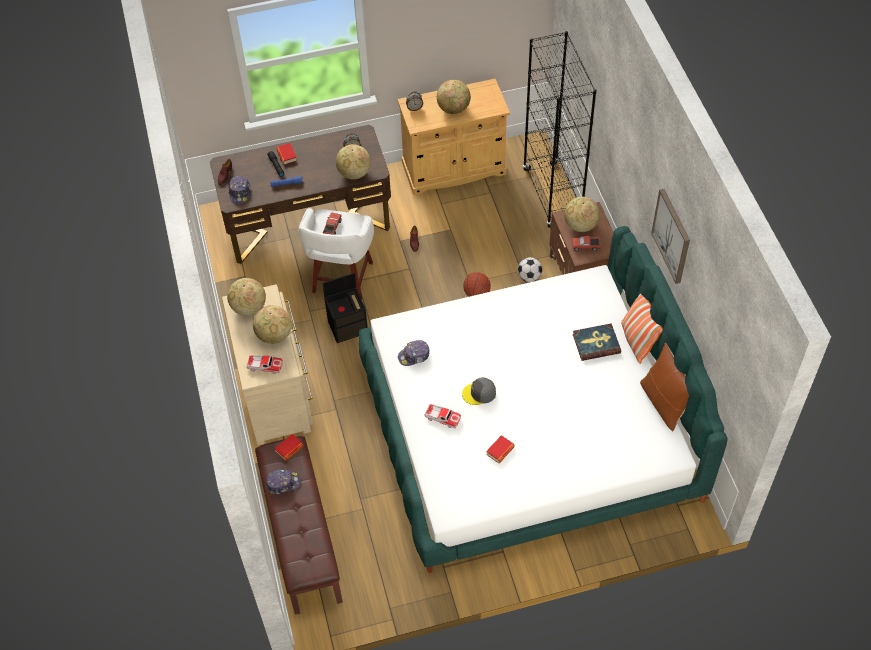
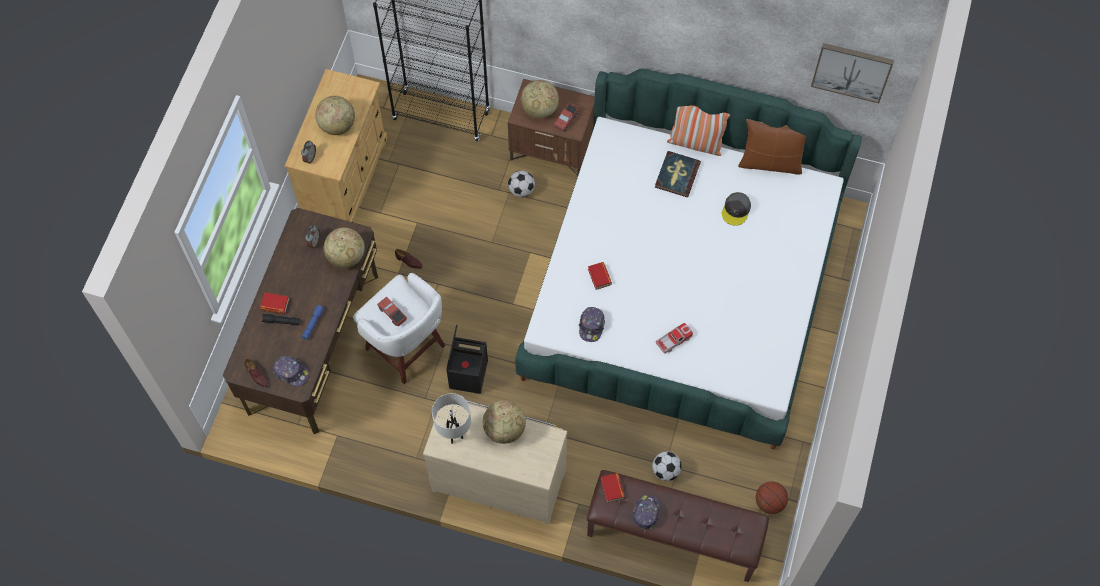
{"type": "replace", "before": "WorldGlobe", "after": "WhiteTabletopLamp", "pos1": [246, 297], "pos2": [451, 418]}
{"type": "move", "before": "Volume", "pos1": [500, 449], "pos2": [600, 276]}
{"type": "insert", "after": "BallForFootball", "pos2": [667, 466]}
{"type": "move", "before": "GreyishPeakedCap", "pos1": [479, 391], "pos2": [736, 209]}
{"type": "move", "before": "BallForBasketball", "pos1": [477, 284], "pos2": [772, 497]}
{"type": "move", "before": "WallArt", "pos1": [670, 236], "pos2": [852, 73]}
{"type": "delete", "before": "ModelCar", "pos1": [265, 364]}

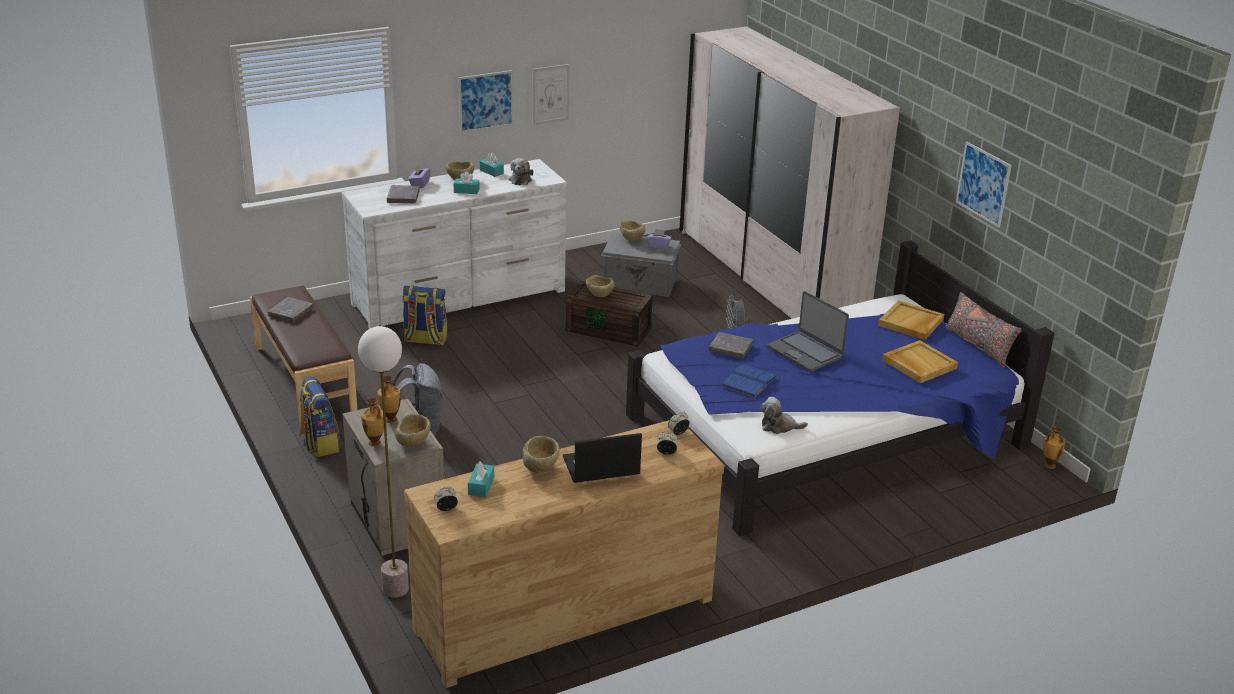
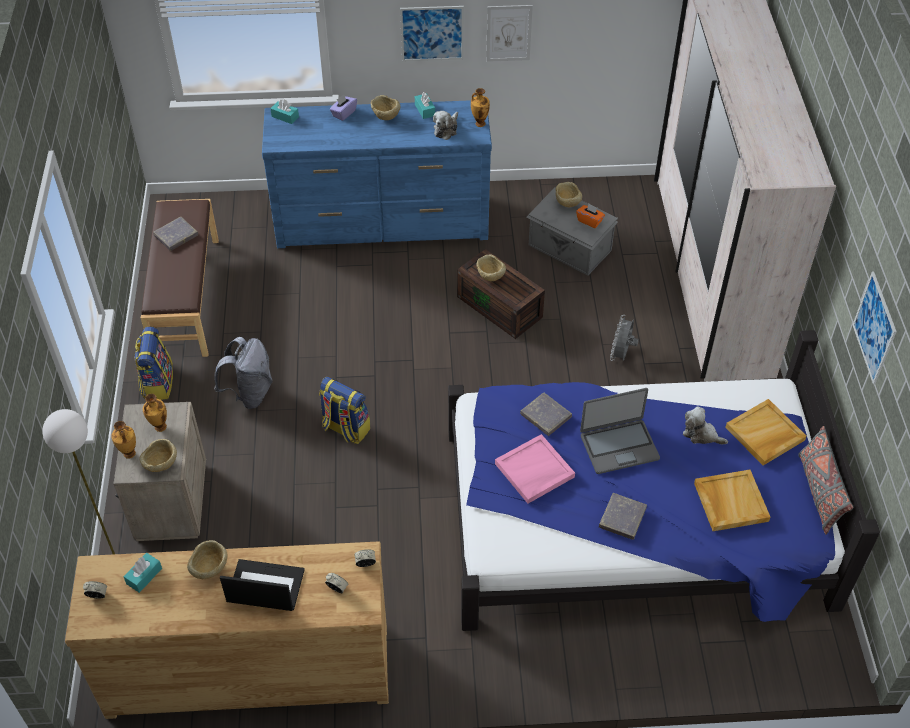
{"type": "recolor", "before": "WhiteDresser", "after": "BlueColouredDresser", "pos1": [454, 244], "pos2": [377, 174]}
{"type": "move", "before": "TurquoiseTissueBox", "pos1": [466, 183], "pos2": [284, 111]}
{"type": "move", "before": "Backpack", "pos1": [424, 315], "pos2": [344, 410]}
{"type": "move", "before": "Vase", "pos1": [1054, 447], "pos2": [480, 107]}
{"type": "replace", "before": "BlueColouredVolume", "after": "PinkishTray", "pos1": [749, 380], "pos2": [535, 468]}
{"type": "recolor", "before": "PurplishTissueBox", "after": "OrangeColouredTissueBox", "pos1": [659, 239], "pos2": [590, 215]}
{"type": "rotate", "before": "Laptop", "pos1": [808, 331], "pos2": [620, 431], "turn": -90}
{"type": "move", "before": "GreyishVolume", "pos1": [403, 194], "pos2": [623, 516]}
{"type": "move", "before": "SoftToy", "pos1": [784, 415], "pos2": [705, 425]}

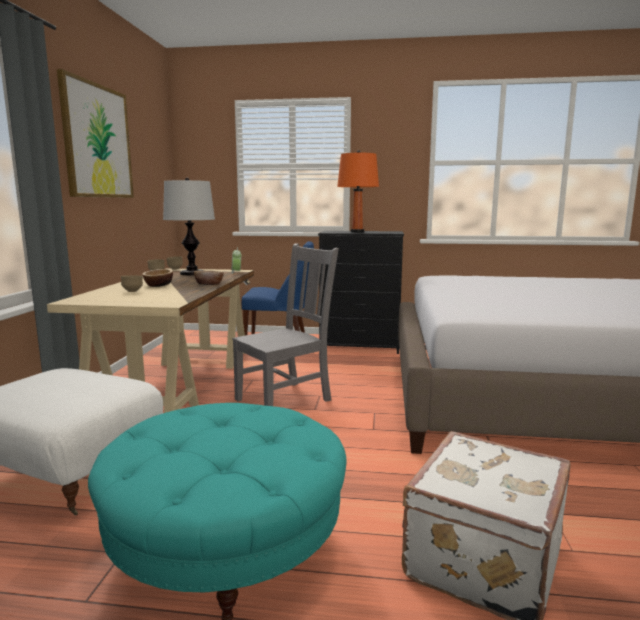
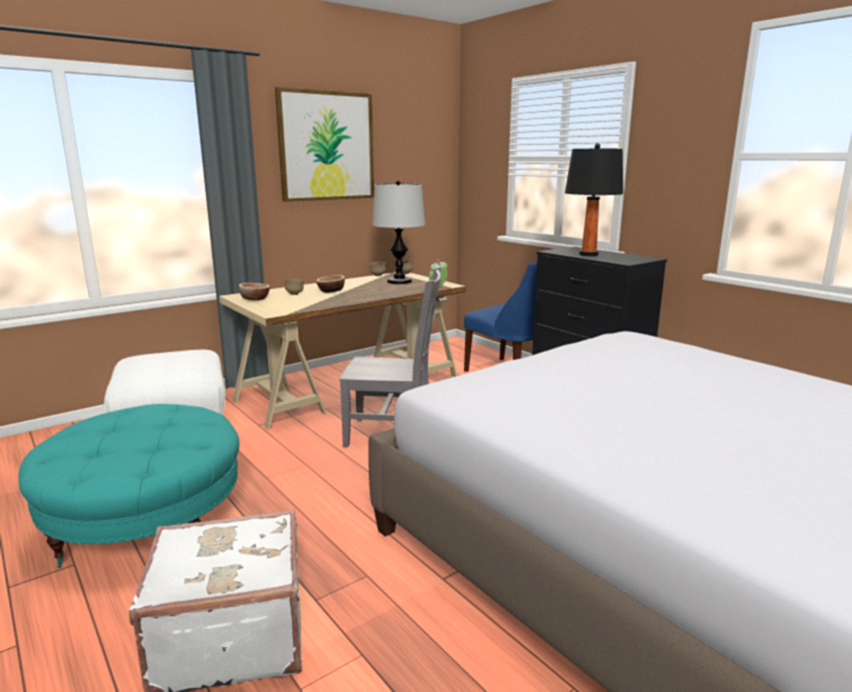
{"type": "move", "before": "ServingBowl", "pos1": [209, 278], "pos2": [254, 291]}
{"type": "recolor", "before": "OrangeColouredTabletopLamp", "after": "BlackColouredTabletopLamp", "pos1": [358, 191], "pos2": [594, 199]}

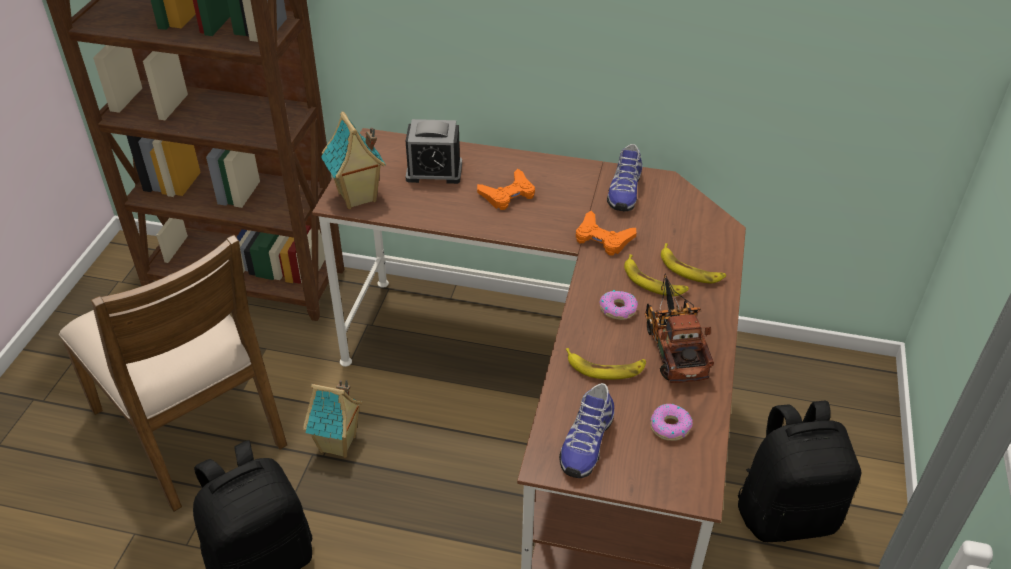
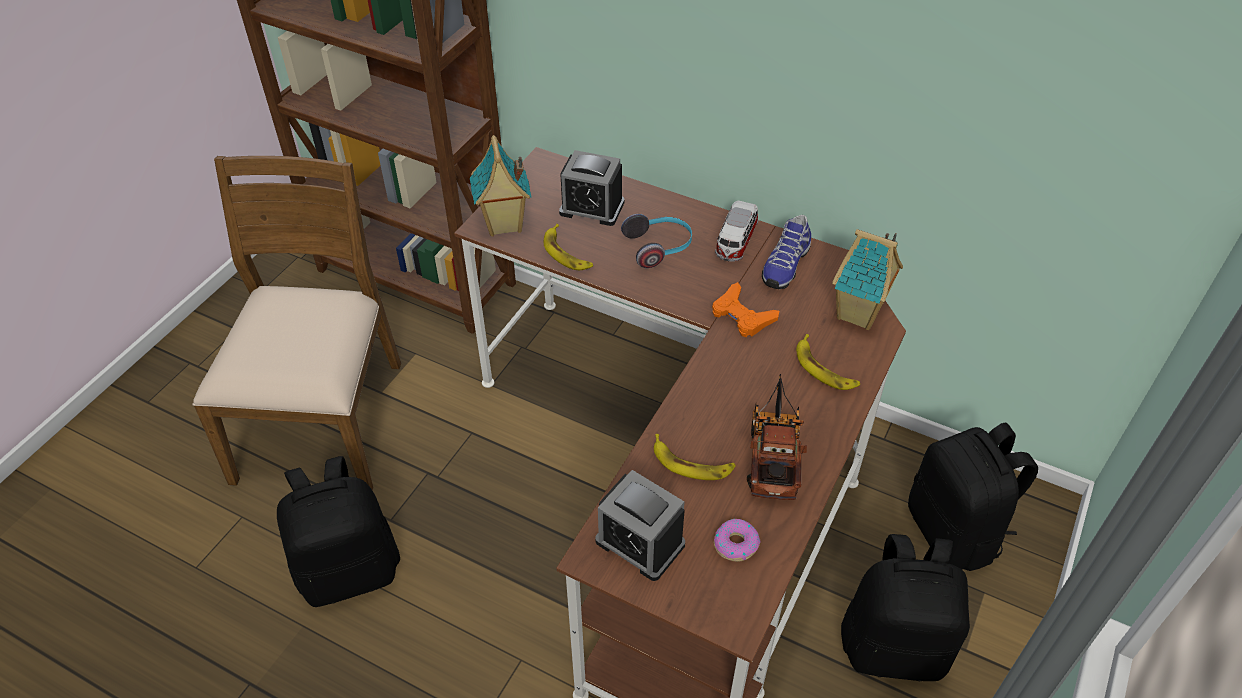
{"type": "rotate", "before": "BrownishChair", "pos1": [173, 373], "pos2": [296, 323], "turn": -150}
{"type": "move", "before": "Banana", "pos1": [656, 275], "pos2": [568, 247]}
{"type": "replace", "before": "ItemOfFootwear", "after": "BedsideClock", "pos1": [586, 430], "pos2": [640, 525]}
{"type": "replace", "before": "OrangeColouredGamepad", "after": "Headset", "pos1": [506, 189], "pos2": [656, 241]}
{"type": "insert", "after": "ModelCar", "pos2": [736, 231]}
{"type": "move", "before": "ToyHouse", "pos1": [332, 419], "pos2": [867, 279]}
{"type": "insert", "after": "BlackColouredBackpack", "pos2": [973, 497]}
{"type": "delete", "before": "Donut", "pos1": [618, 305]}

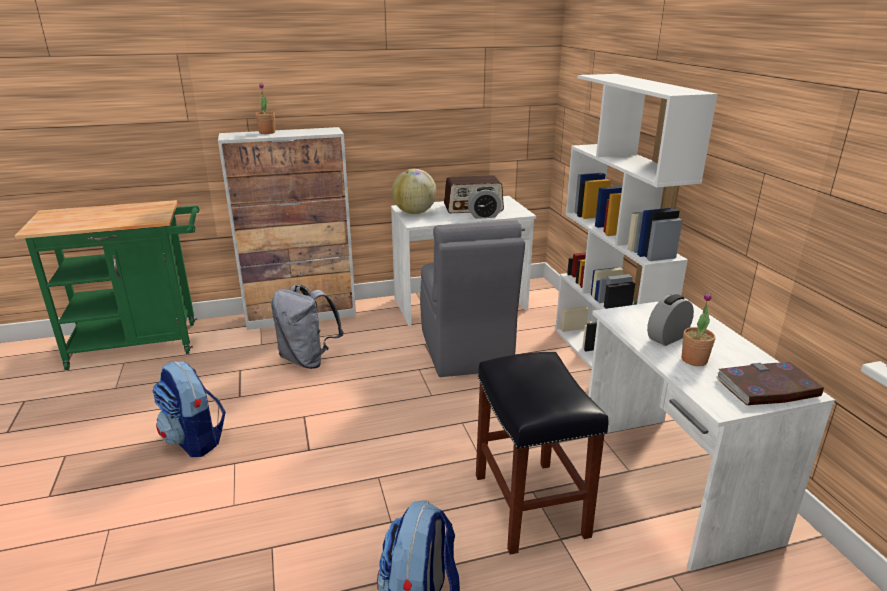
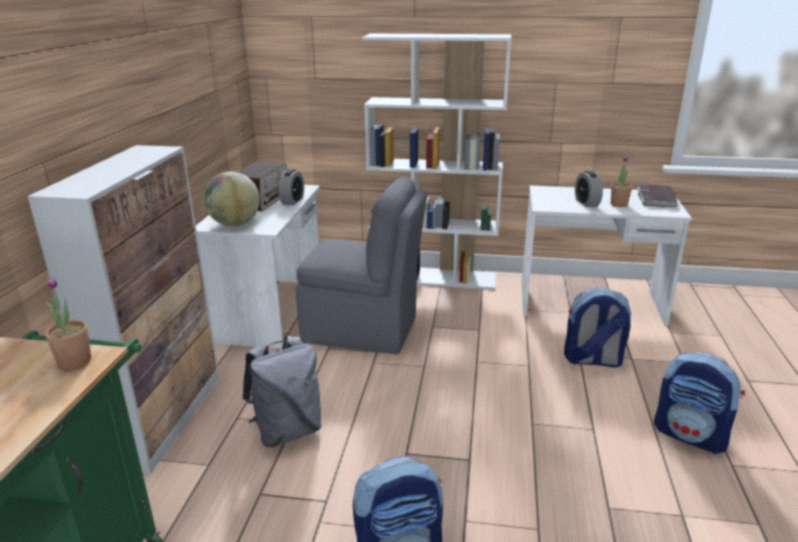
{"type": "move", "before": "Houseplant", "pos1": [265, 108], "pos2": [68, 323]}
{"type": "replace", "before": "BlackColouredSittingStool", "after": "Backpack", "pos1": [542, 453], "pos2": [597, 328]}

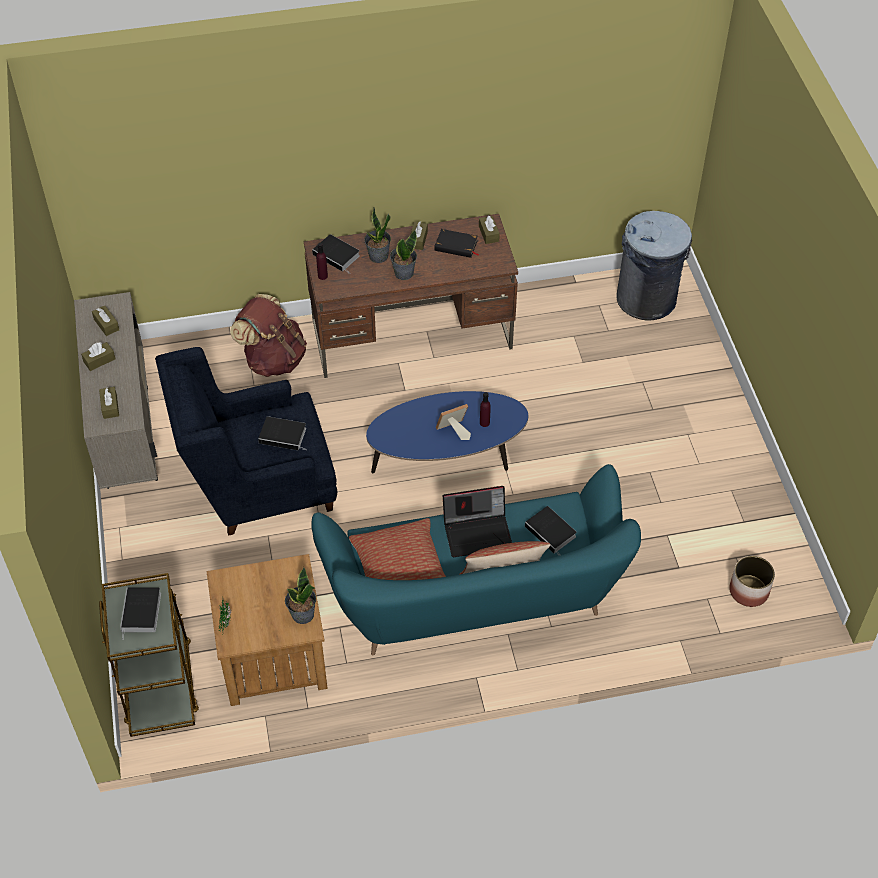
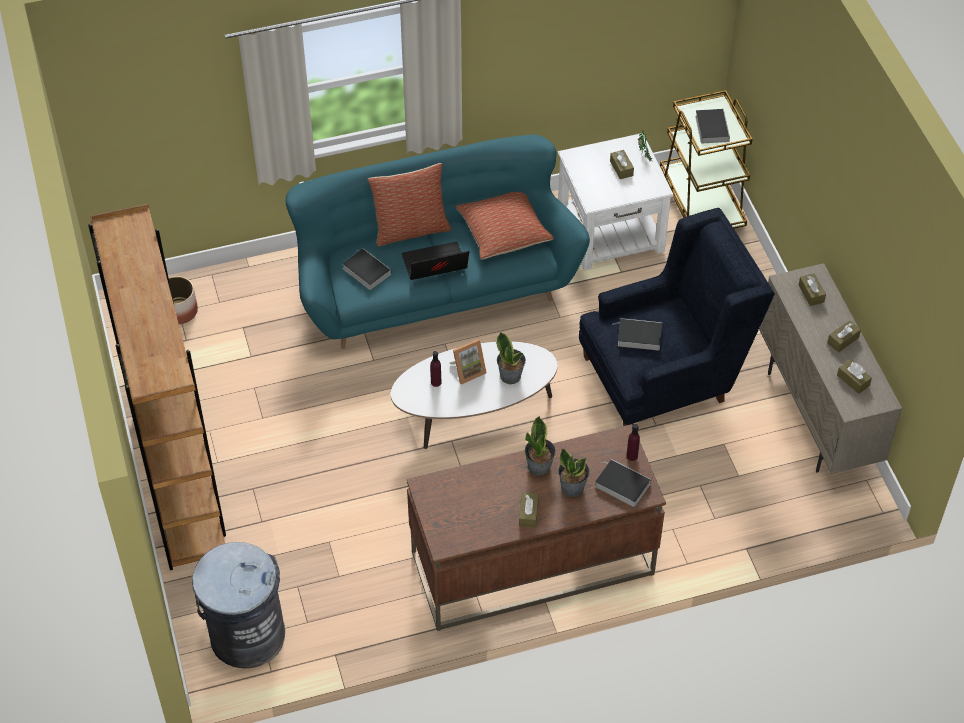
{"type": "insert", "after": "BrownishBookcase", "pos2": [157, 387]}
{"type": "recolor", "before": "BlueColouredCoffeeTable", "after": "WhiteCoffeeTable", "pos1": [447, 432], "pos2": [474, 395]}
{"type": "move", "before": "Houseplant", "pos1": [300, 595], "pos2": [511, 358]}
{"type": "recolor", "before": "BrownishAccentTable", "after": "WhiteAccentTable", "pos1": [267, 630], "pos2": [615, 201]}
{"type": "move", "before": "BrownishTissueBox", "pos1": [489, 229], "pos2": [622, 164]}
{"type": "delete", "before": "BrownishBackpack", "pos1": [268, 335]}
{"type": "delete", "before": "BlackColouredVolume", "pos1": [456, 243]}

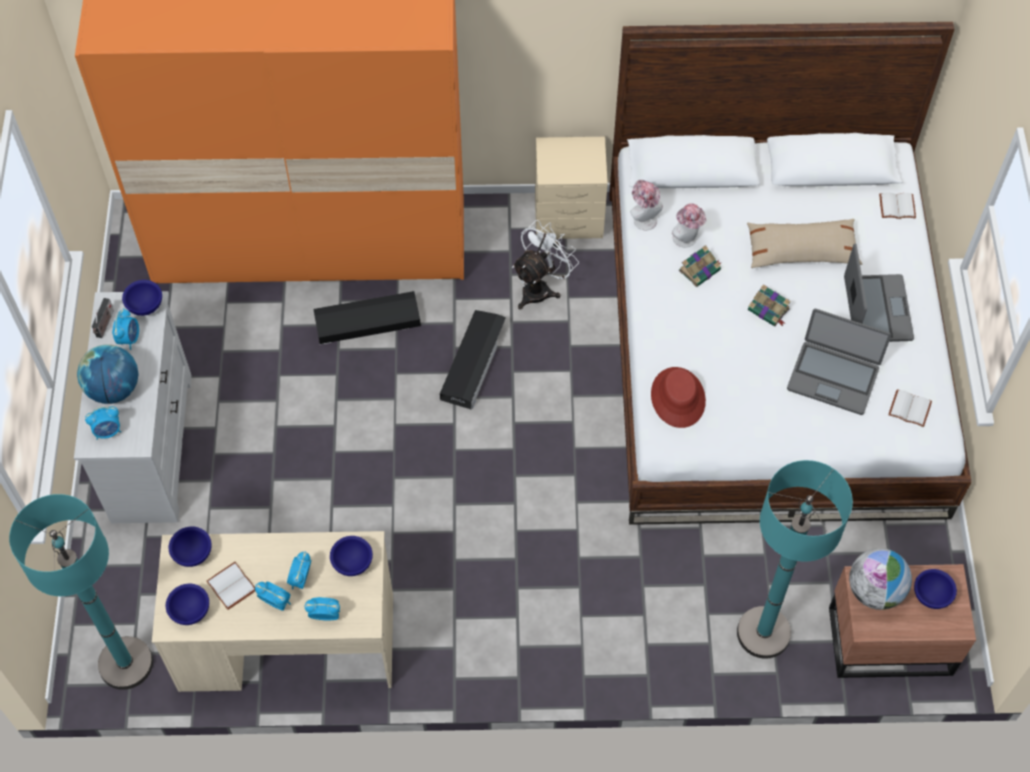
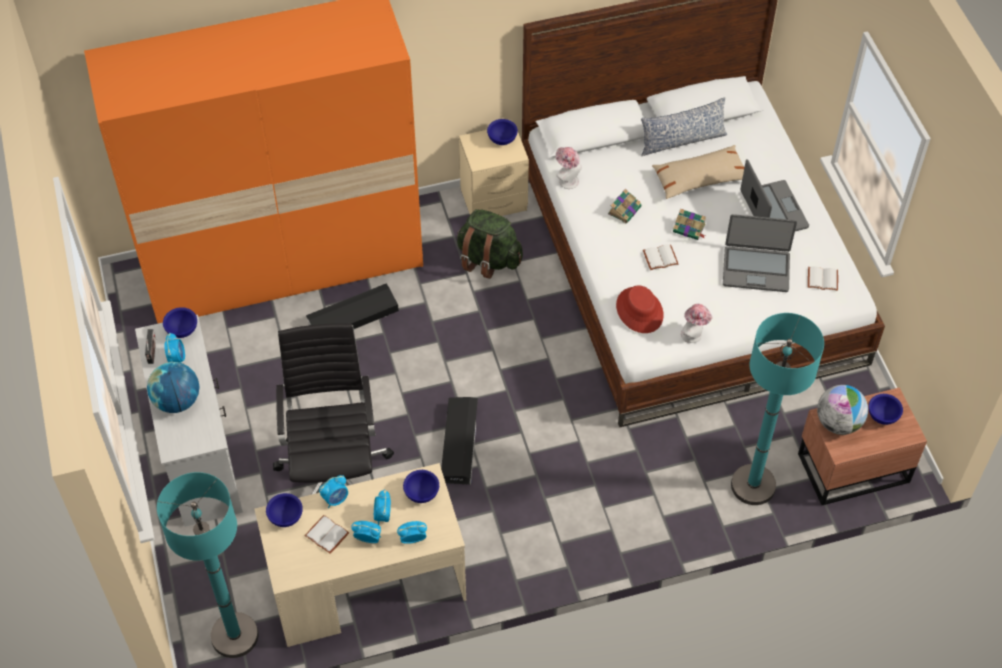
{"type": "insert", "after": "BlackColouredDeskChair", "pos2": [333, 409]}
{"type": "move", "before": "BedsideClock", "pos1": [103, 423], "pos2": [333, 491]}
{"type": "move", "before": "BlackColouredStorageBin", "pos1": [473, 360], "pos2": [459, 441]}
{"type": "replace", "before": "WhiteFan", "after": "GreenBackpack", "pos1": [545, 265], "pos2": [490, 244]}
{"type": "move", "before": "BlueColouredServingBowl", "pos1": [187, 604], "pos2": [502, 132]}
{"type": "insert", "after": "ThrowPillow", "pos2": [684, 126]}
{"type": "move", "before": "WhiteVolume", "pos1": [897, 205], "pos2": [660, 257]}
{"type": "move", "before": "ClothingHat", "pos1": [689, 225], "pos2": [697, 323]}

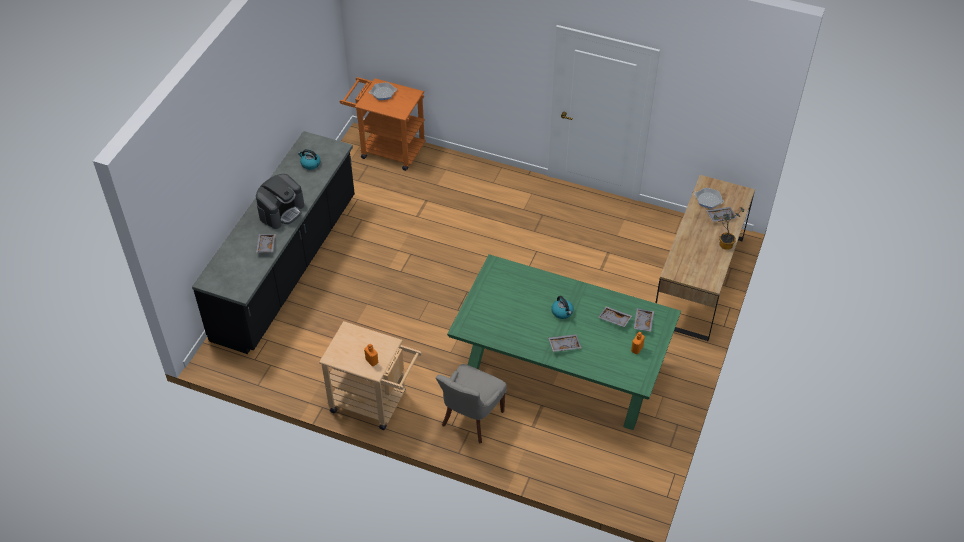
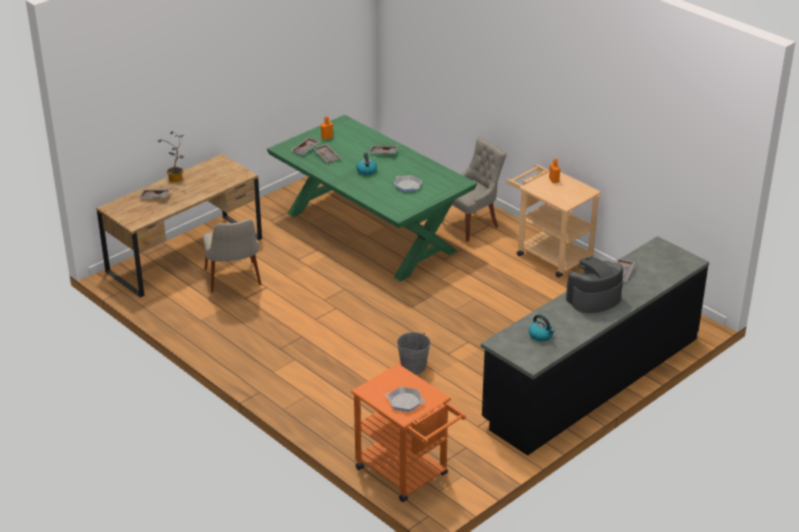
{"type": "insert", "after": "BeigeColouredChair", "pos2": [232, 256]}
{"type": "move", "before": "Pan", "pos1": [709, 198], "pos2": [408, 183]}
{"type": "insert", "after": "GreyishPail", "pos2": [414, 353]}

